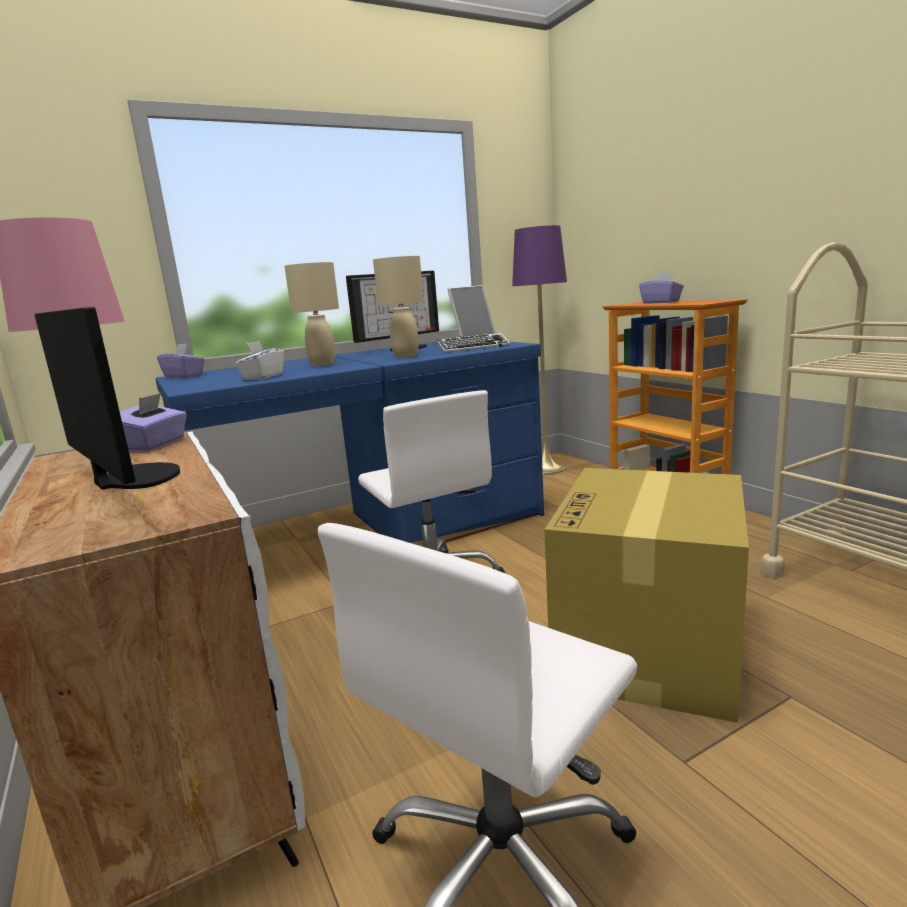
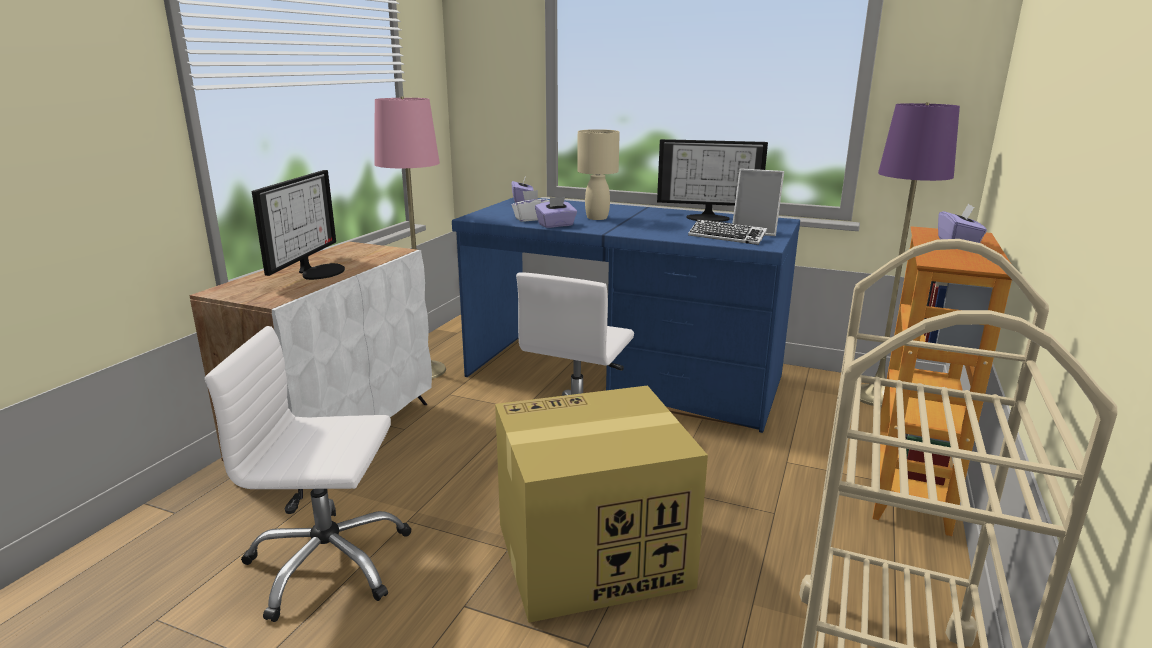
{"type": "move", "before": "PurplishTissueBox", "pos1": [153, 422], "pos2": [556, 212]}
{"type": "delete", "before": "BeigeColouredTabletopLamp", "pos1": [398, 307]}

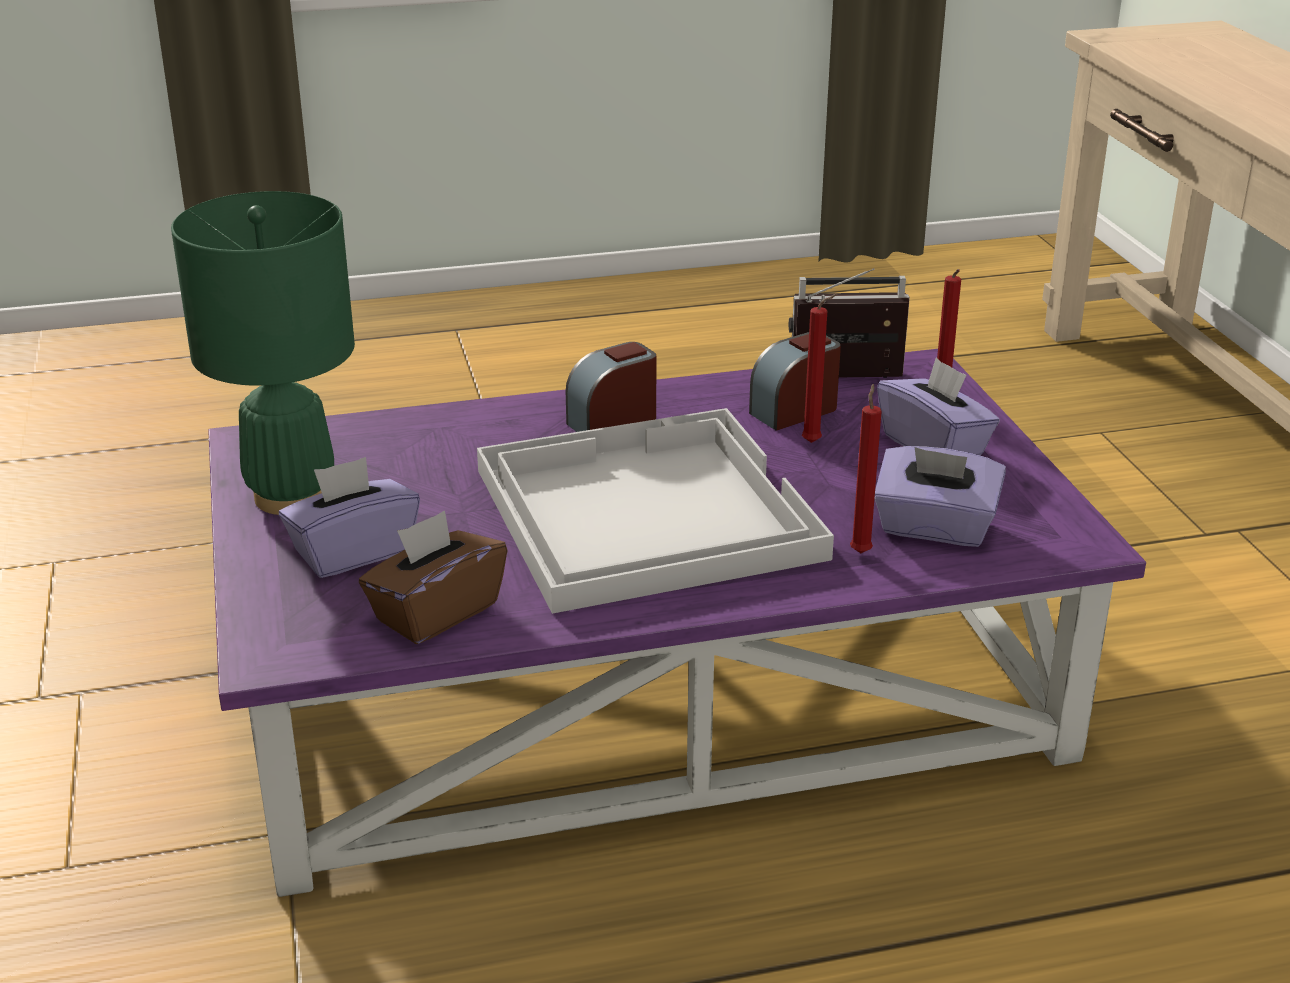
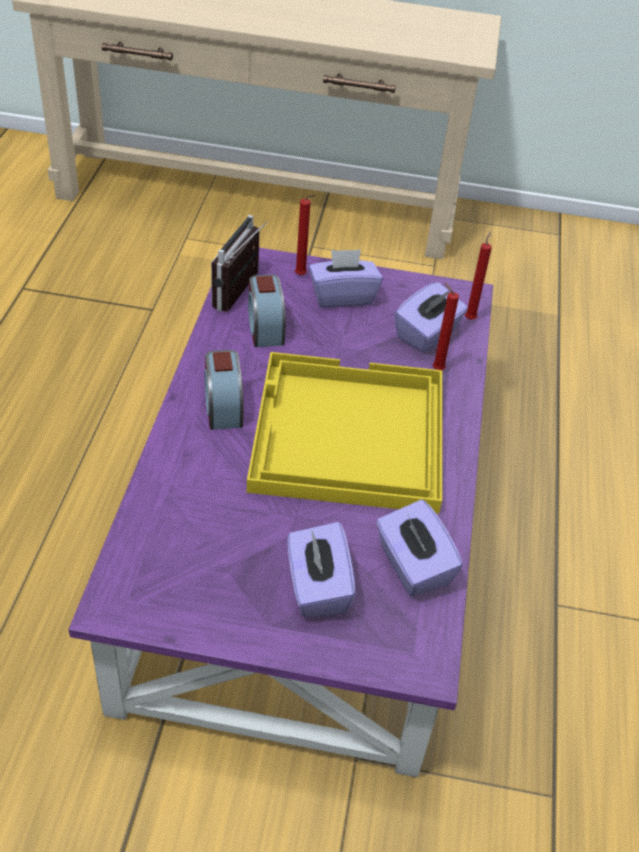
{"type": "recolor", "before": "WhiteTray", "after": "YellowTray", "pos1": [655, 511], "pos2": [344, 433]}
{"type": "recolor", "before": "BrownishTissueBox", "after": "PurplishTissueBox", "pos1": [433, 577], "pos2": [419, 547]}
{"type": "move", "before": "ReddishWaxLight", "pos1": [819, 368], "pos2": [478, 275]}
{"type": "delete", "before": "GreenTabletopLamp", "pos1": [263, 353]}

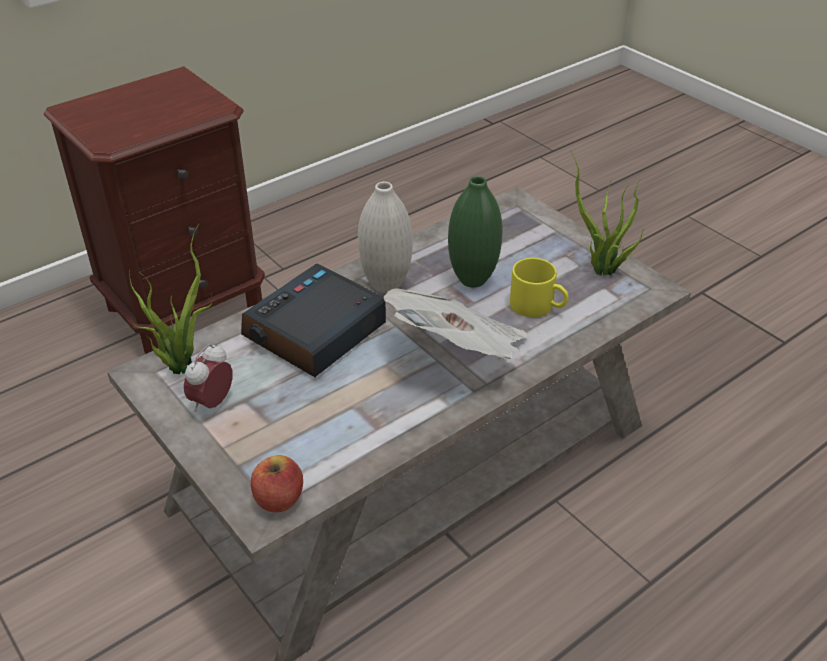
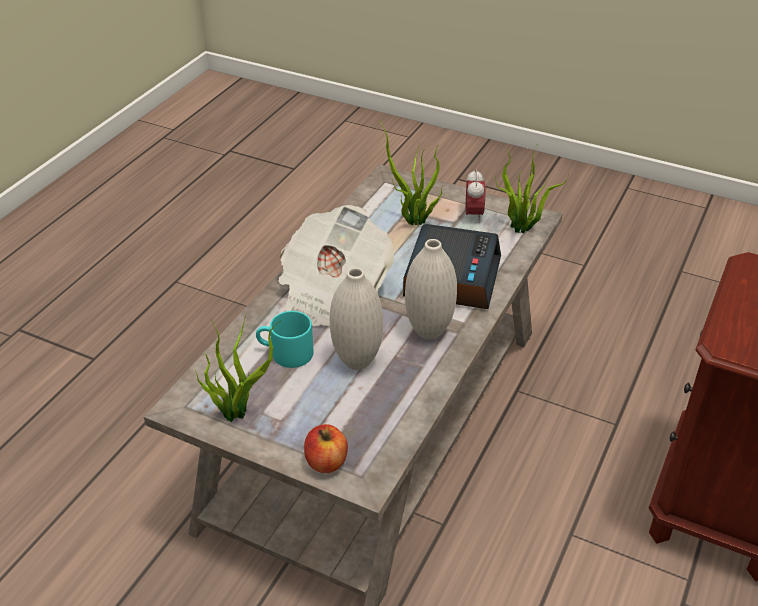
{"type": "recolor", "before": "YellowCoffeeMug", "after": "TurquoiseCoffeeMug", "pos1": [539, 287], "pos2": [284, 339]}
{"type": "move", "before": "Apple", "pos1": [277, 484], "pos2": [326, 448]}
{"type": "recolor", "before": "GreenVase", "after": "WhiteVase", "pos1": [475, 232], "pos2": [356, 319]}
{"type": "insert", "after": "Houseplant", "pos2": [411, 173]}

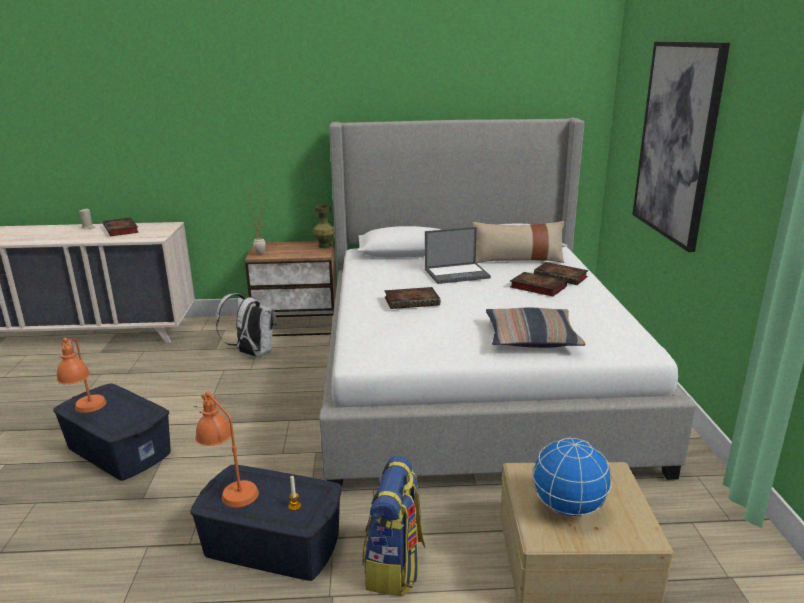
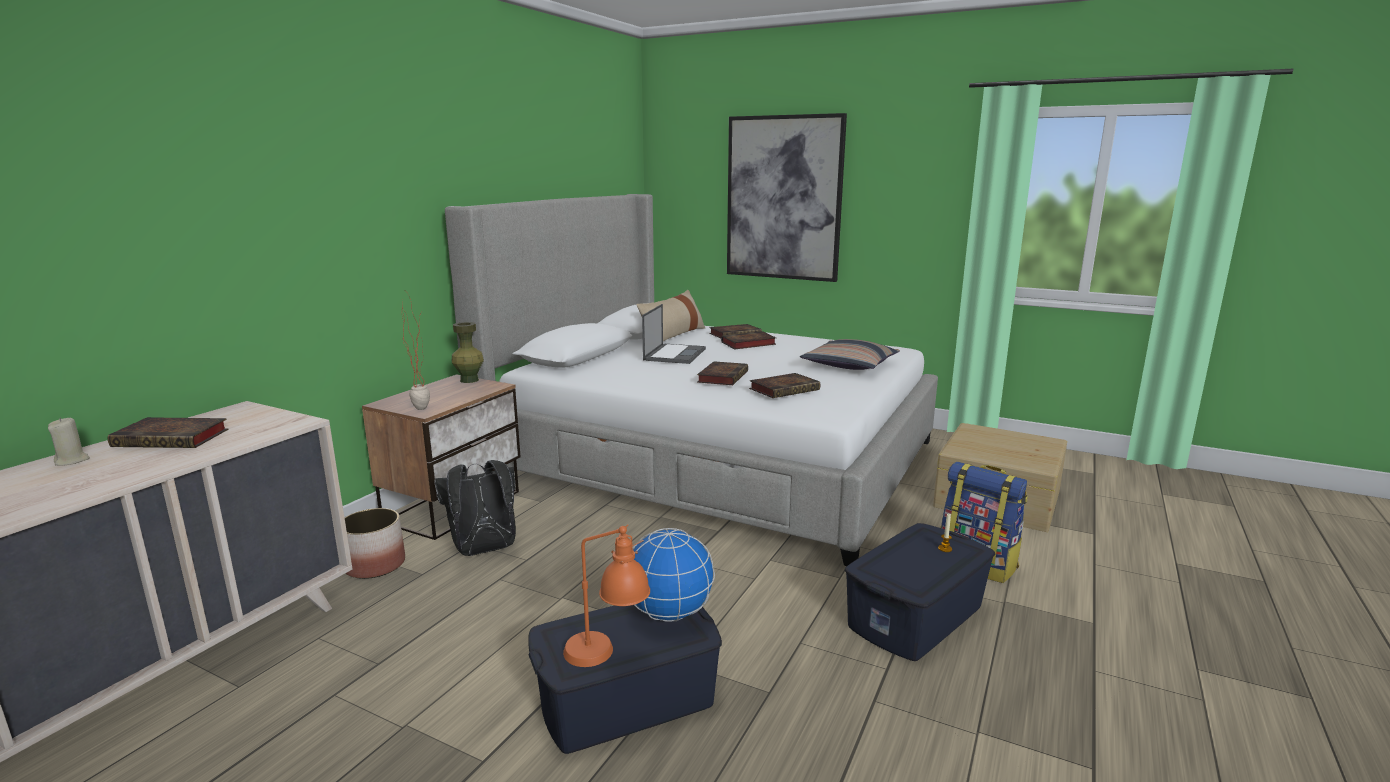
{"type": "insert", "after": "FlowerPot", "pos2": [375, 543]}
{"type": "recolor", "before": "WhiteBackpack", "after": "BlackColouredBackpack", "pos1": [246, 325], "pos2": [475, 508]}
{"type": "move", "before": "WorldGlobe", "pos1": [572, 478], "pos2": [674, 574]}
{"type": "insert", "after": "Volume", "pos2": [784, 385]}
{"type": "delete", "before": "OrangeColouredTabletopLamp", "pos1": [226, 449]}

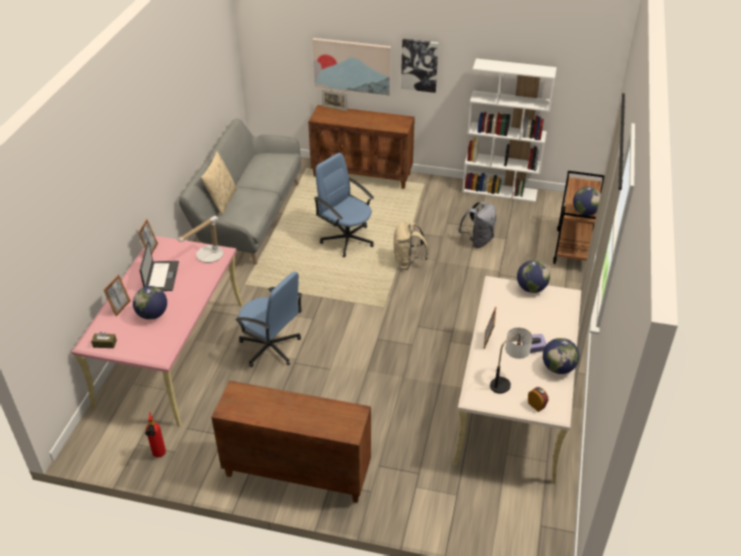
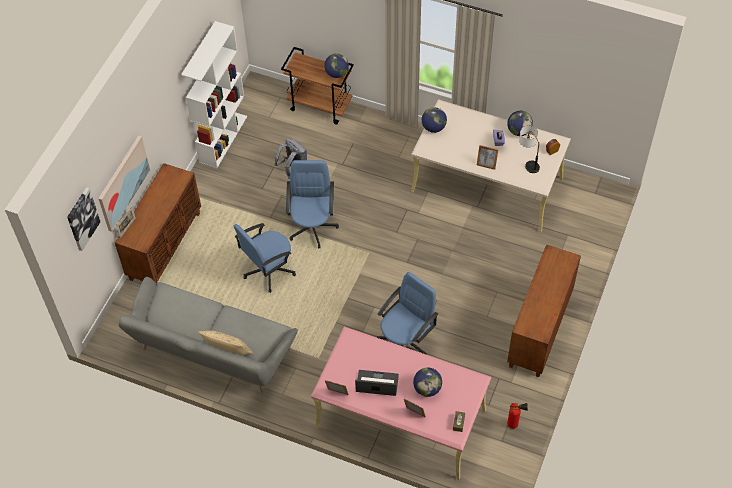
{"type": "move", "before": "WallArt", "pos1": [420, 66], "pos2": [83, 219]}
{"type": "replace", "before": "BeigeColouredBackpack", "after": "BlueColouredDeskChair", "pos1": [411, 245], "pos2": [312, 204]}
{"type": "delete", "before": "TabletopLamp", "pos1": [200, 239]}

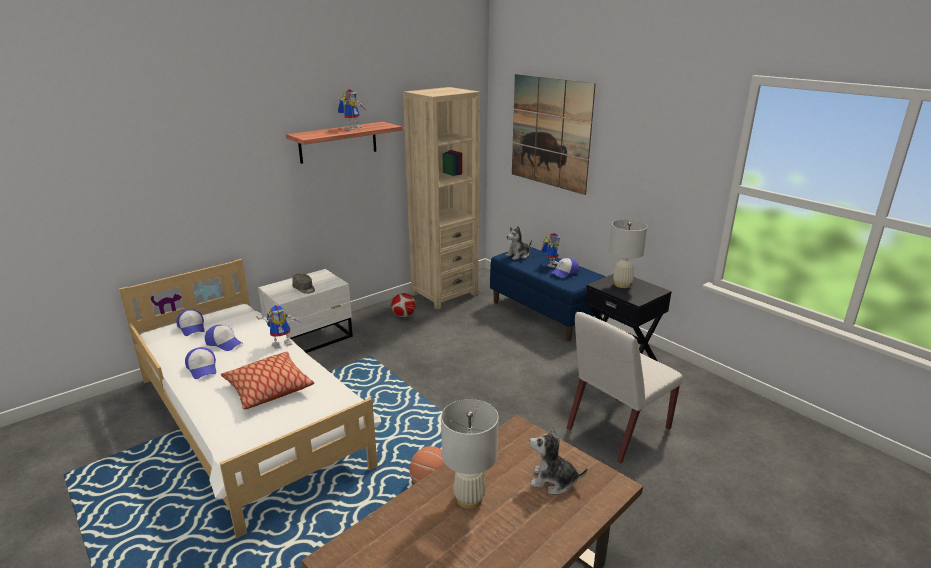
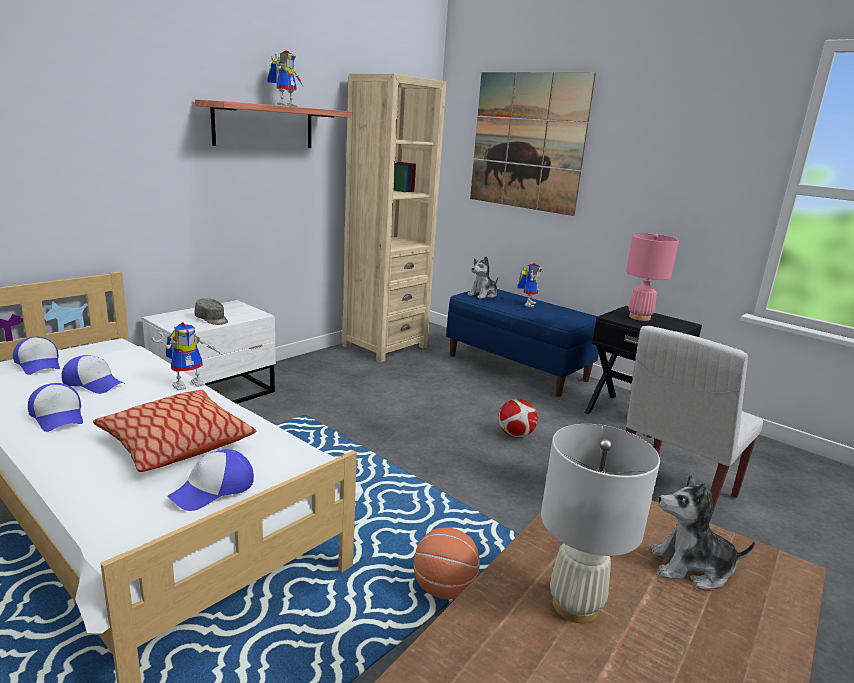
{"type": "move", "before": "PeakedCap", "pos1": [565, 268], "pos2": [210, 480]}
{"type": "move", "before": "BallForFootball", "pos1": [403, 305], "pos2": [518, 418]}
{"type": "recolor", "before": "WhiteTabletopLamp", "after": "PinkishTabletopLamp", "pos1": [628, 254], "pos2": [652, 277]}

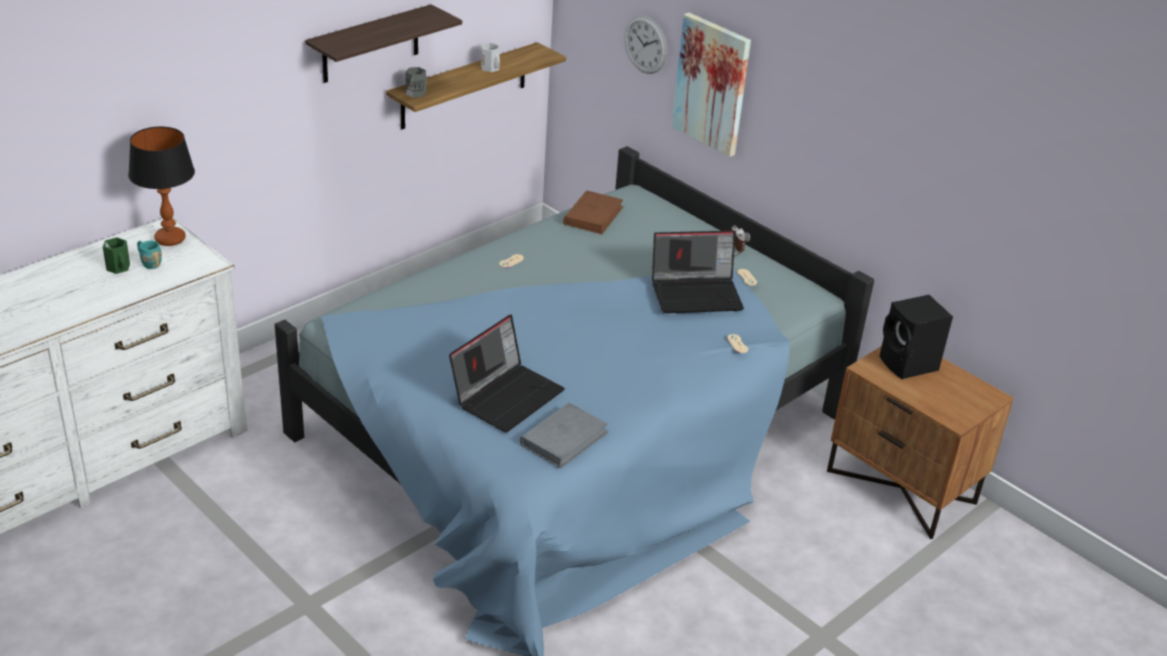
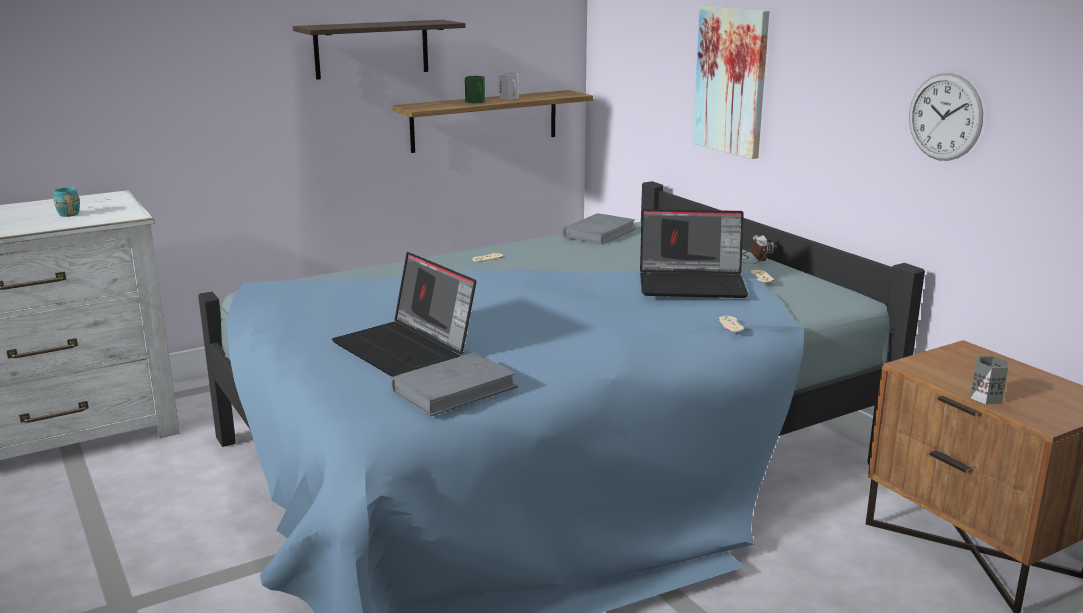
{"type": "rotate", "before": "Laptop", "pos1": [507, 374], "pos2": [404, 314], "turn": 90}
{"type": "move", "before": "GreenCoffeeMug", "pos1": [116, 255], "pos2": [475, 89]}
{"type": "recolor", "before": "BrownishVolume", "after": "GreyishVolume", "pos1": [593, 212], "pos2": [599, 229]}
{"type": "move", "before": "ClockOnTheWall", "pos1": [645, 44], "pos2": [946, 117]}
{"type": "move", "before": "GreyishCoffeeMug", "pos1": [416, 82], "pos2": [989, 380]}
{"type": "delete", "before": "TabletopLamp", "pos1": [161, 186]}
{"type": "delete", "before": "BlackColouredAudioSpeaker", "pos1": [916, 337]}

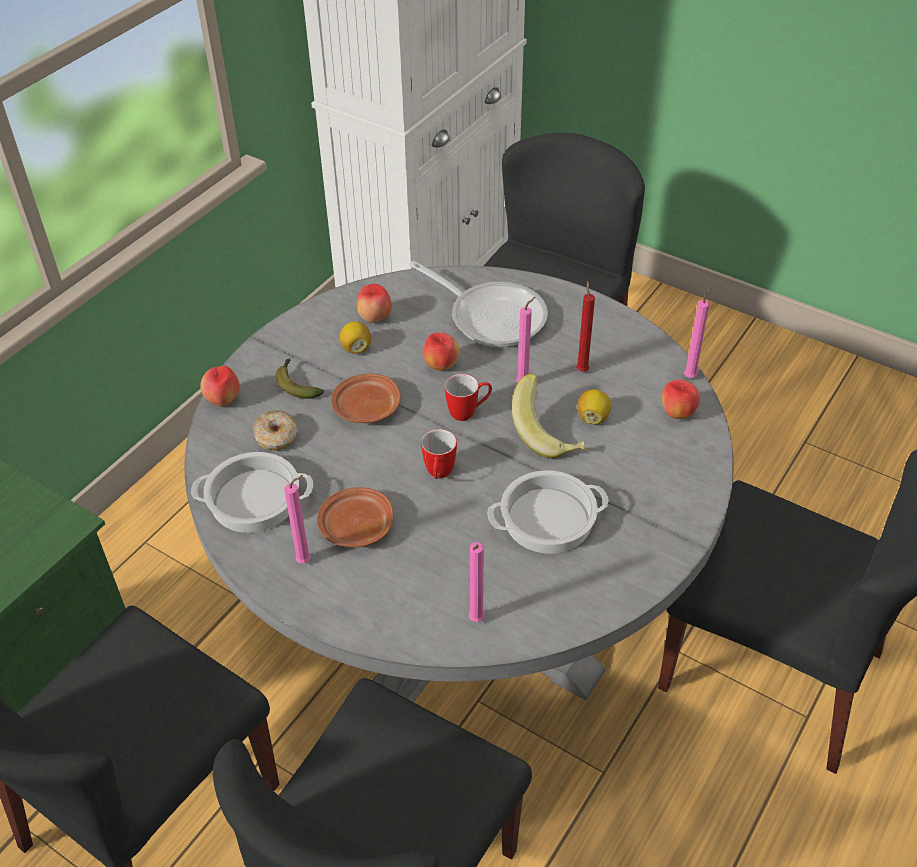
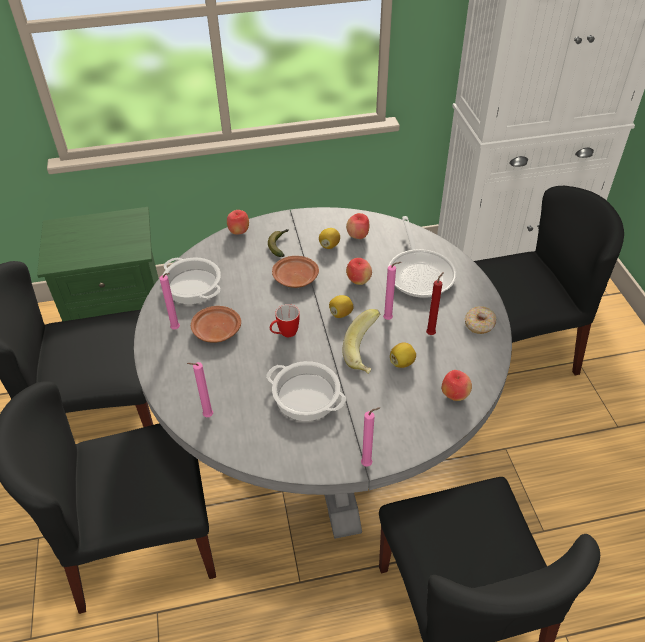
{"type": "replace", "before": "CoffeeMug", "after": "Lemon", "pos1": [468, 397], "pos2": [341, 306]}
{"type": "move", "before": "PinkishWaxLight", "pos1": [697, 333], "pos2": [370, 437]}
{"type": "move", "before": "Donut", "pos1": [275, 430], "pos2": [481, 320]}

